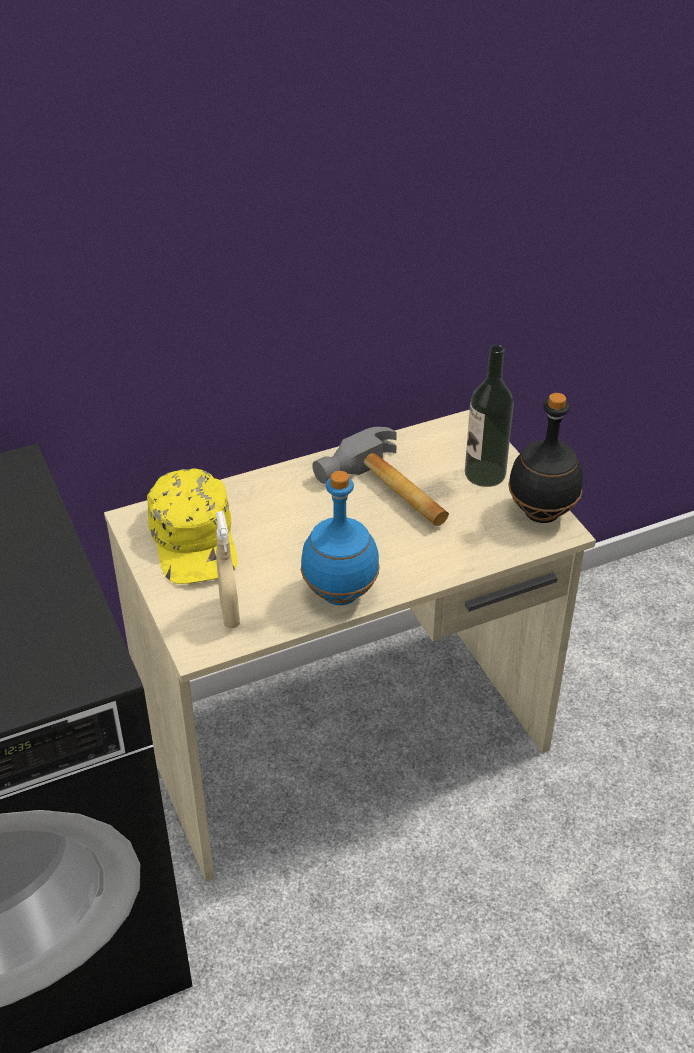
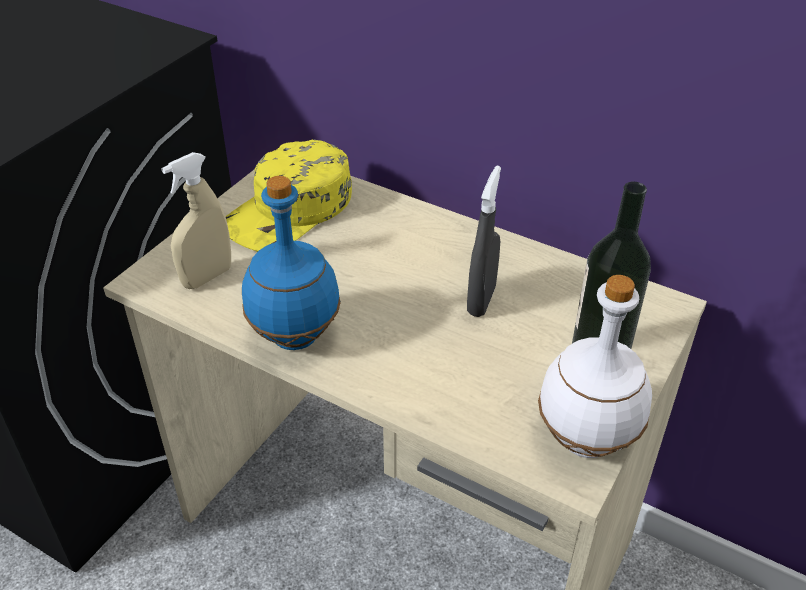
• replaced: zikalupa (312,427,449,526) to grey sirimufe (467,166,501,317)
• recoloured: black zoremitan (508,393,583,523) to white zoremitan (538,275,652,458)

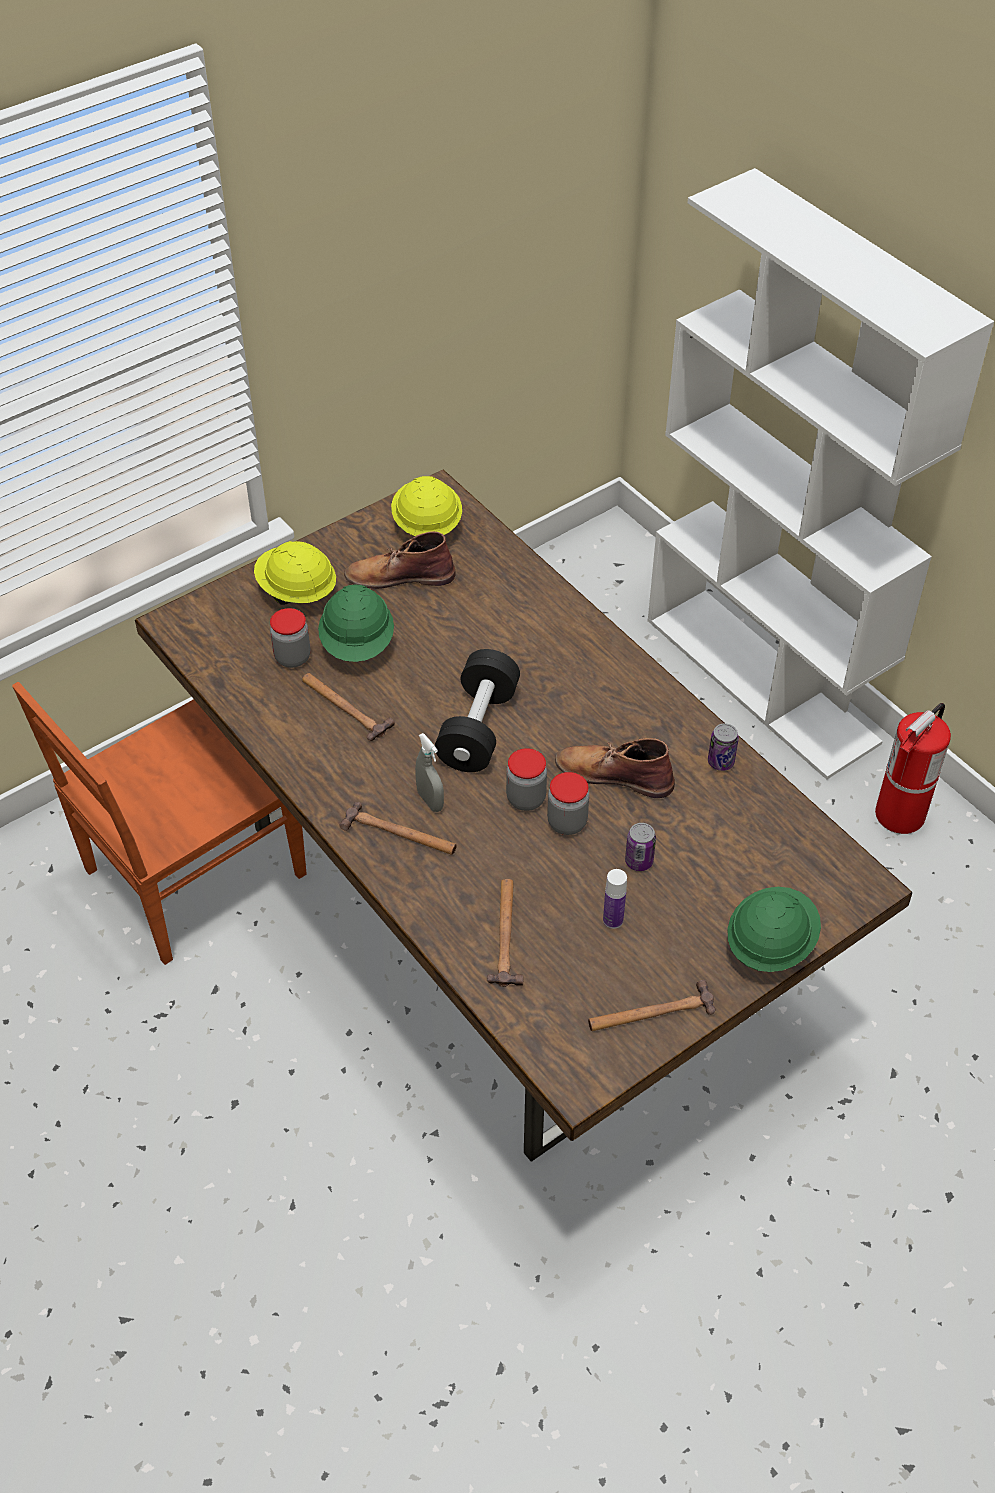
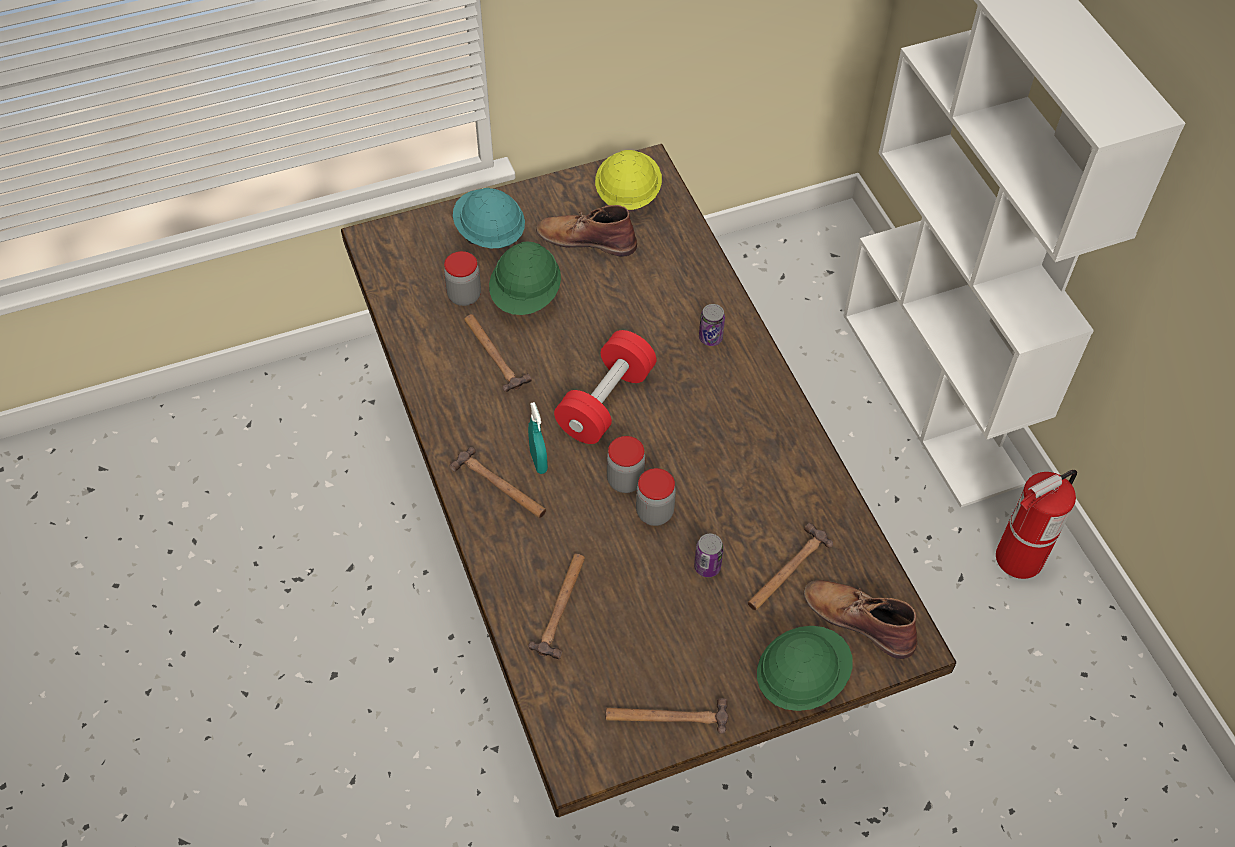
• removed: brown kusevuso (12,682,307,965)
• removed: zoremitan (603,869,627,929)
• added: zikalupa (748,523,833,611)
• moved: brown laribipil (555,738,675,798) to (803,580,918,659)
• moved: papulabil (708,723,739,771) to (699,304,725,346)
• recoloured: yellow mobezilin (254,541,336,605) to turquoise mobezilin (453,188,525,248)
• recoloured: grey sirimufe (415,733,444,812) to turquoise sirimufe (528,402,548,474)
• recoloured: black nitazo (435,649,520,772) to red nitazo (554,330,656,444)

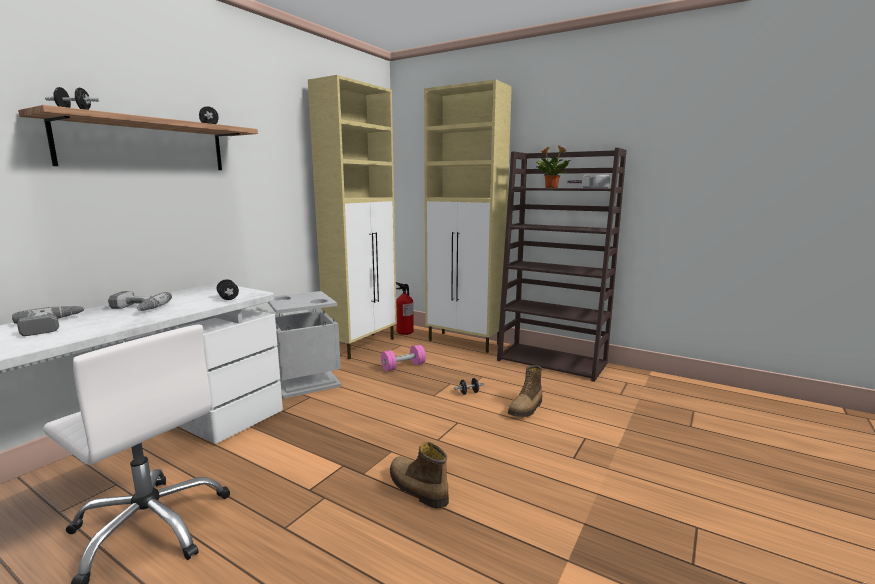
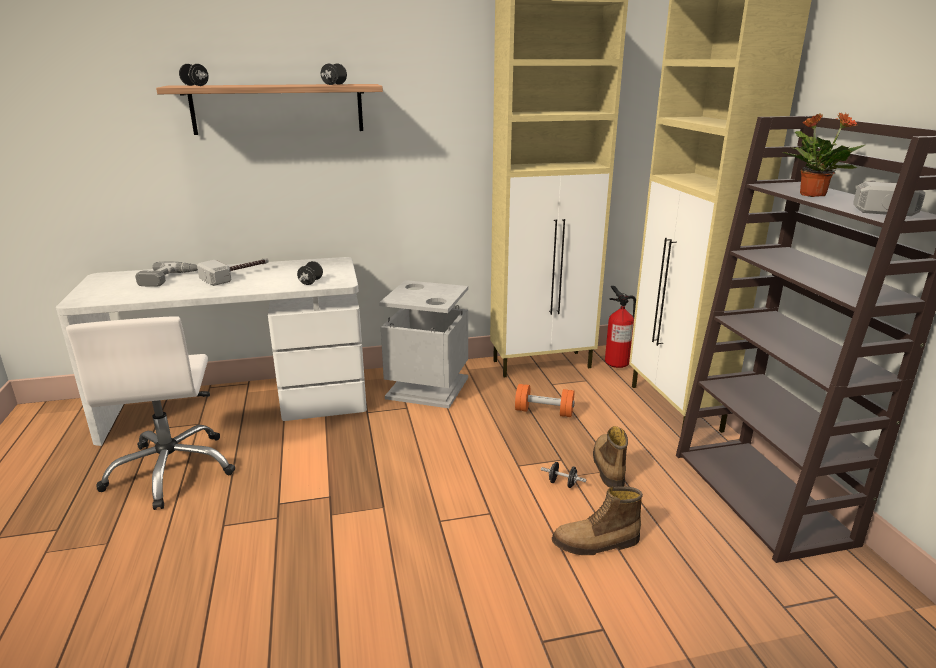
• moved: laribipil (390,442,449,509) to (593,426,628,488)
• replaced: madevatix (108,291,172,311) to zikalupa (197,259,269,286)
• recoloured: pink nitazo (381,345,426,371) to orange nitazo (515,384,575,417)

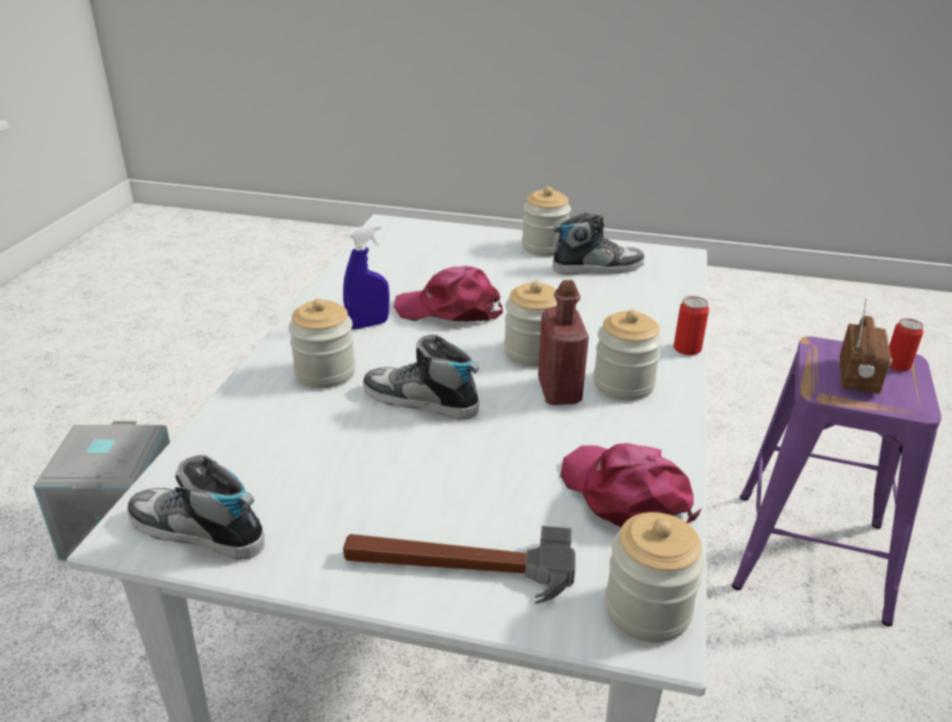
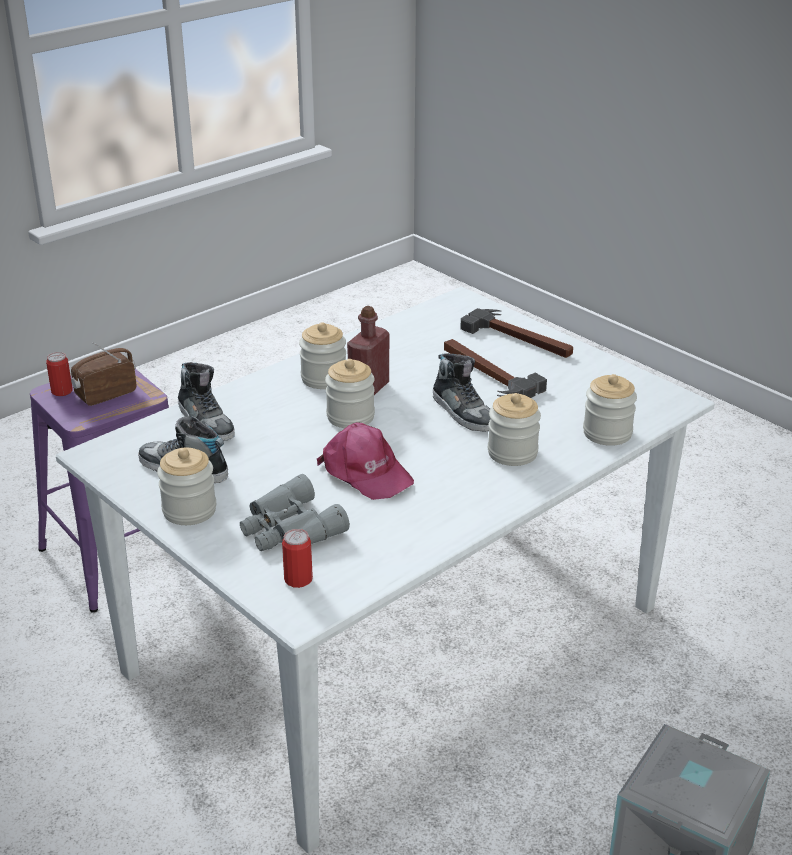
• removed: blue sirimufe (343,224,390,329)
• removed: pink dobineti (560,443,702,527)
• added: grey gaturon (240,474,350,551)
• added: zikalupa (444,339,547,398)
• moved: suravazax (127,455,265,560) to (178,362,235,441)
• moved: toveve (605,512,705,642) to (583,374,637,446)
• moved: papulabil (673,296,709,355) to (282,529,313,588)

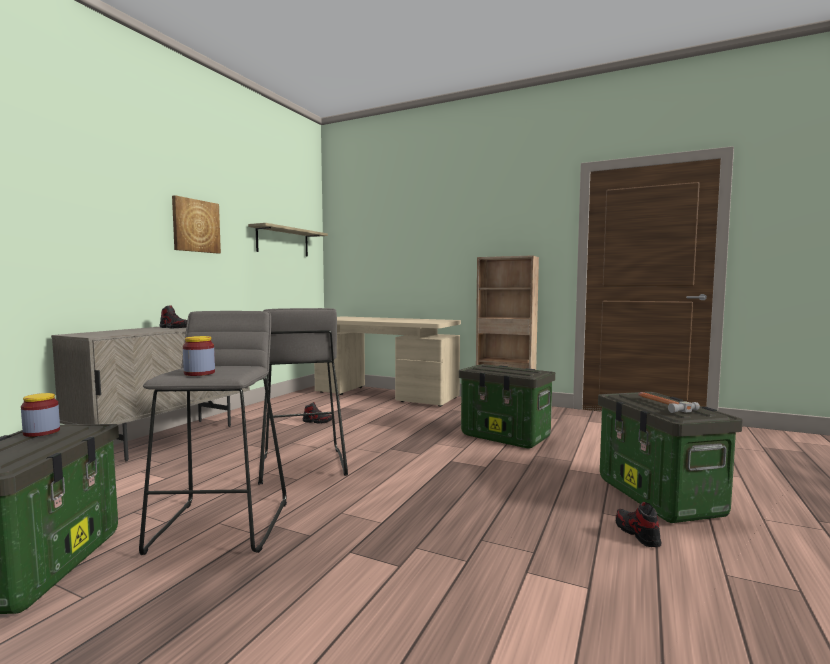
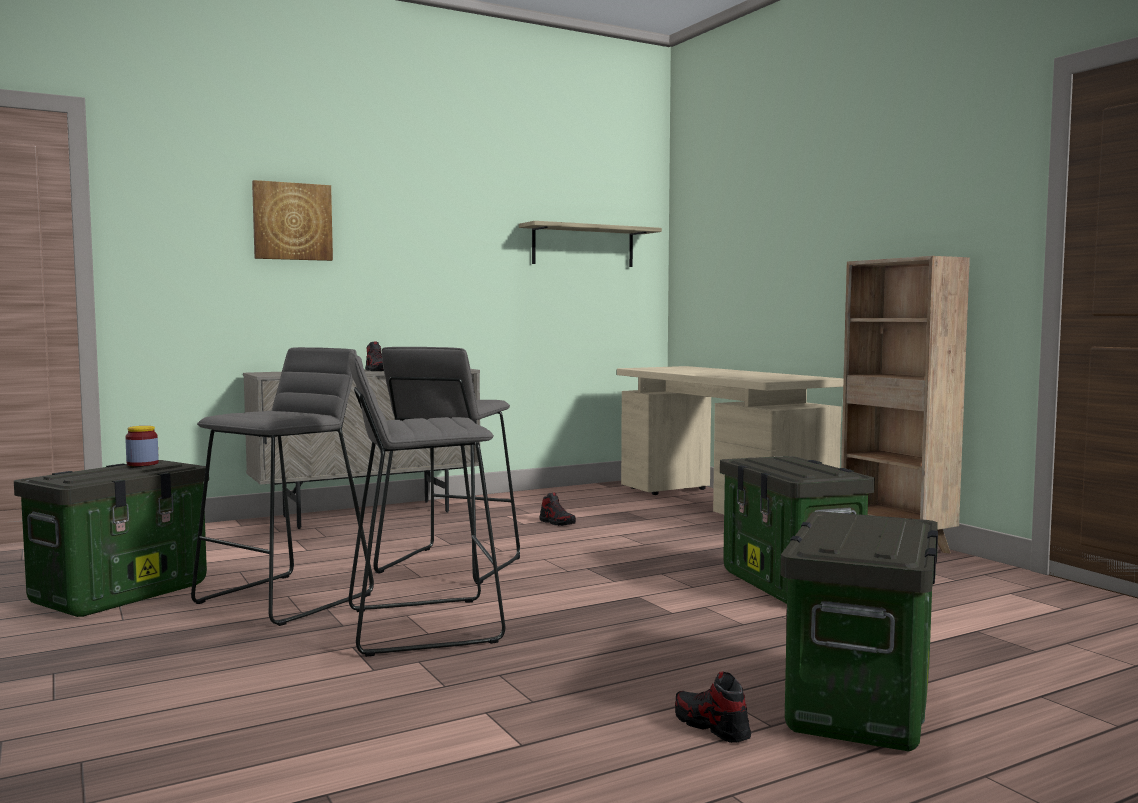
• removed: toveve (183,336,215,376)
• removed: zikalupa (638,392,700,413)
• added: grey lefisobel (348,352,505,657)
• moved: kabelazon (172,195,221,253) to (252,180,333,261)
• turned: suravazax (616,502,662,547) = (675,672,751,743) 60 degrees counterclockwise

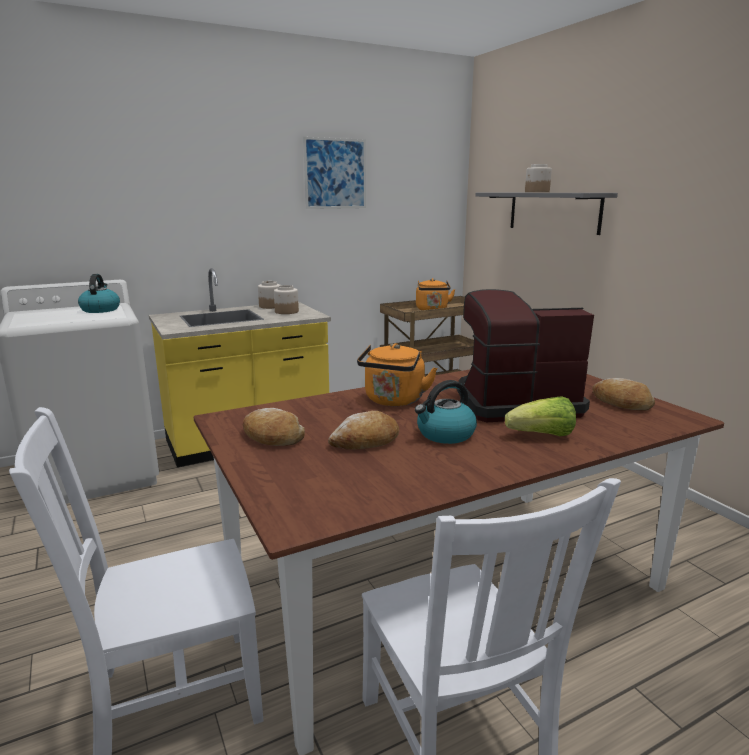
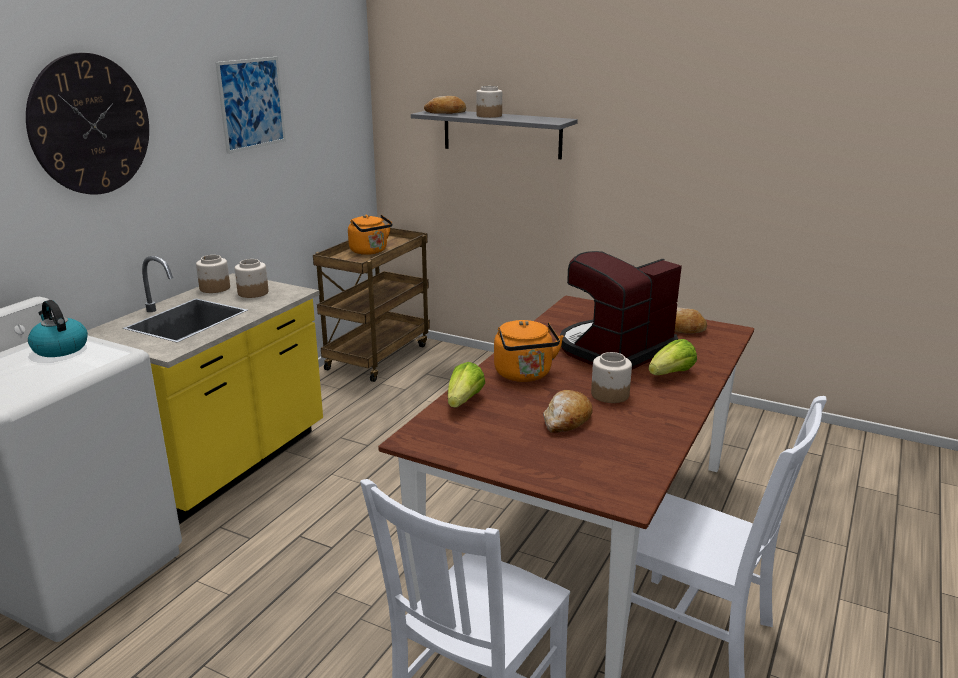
• added: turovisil (26,53,149,195)
• added: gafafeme (448,362,485,408)
• moved: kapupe (243,408,305,446) to (424,96,466,114)
• replaced: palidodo (415,380,477,444) to toveve (591,352,632,403)

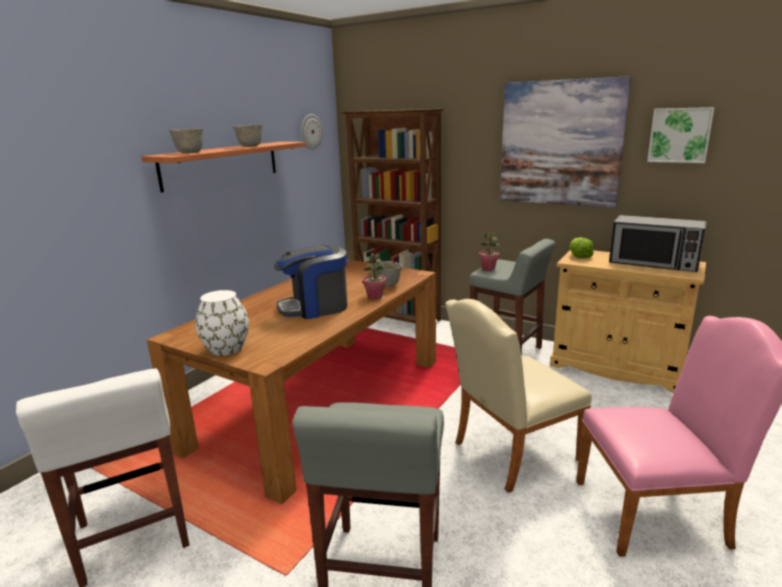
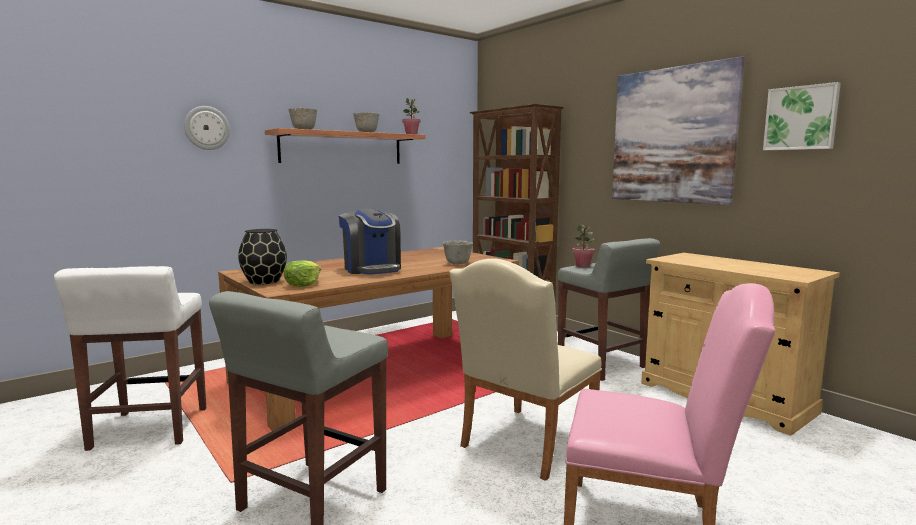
• removed: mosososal (609,215,707,272)
• moved: turovisil (301,114,323,150) to (184,106,230,150)
• moved: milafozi (362,253,386,299) to (402,98,421,134)
• moved: gafafeme (570,237,594,258) to (284,260,321,287)
• recoloured: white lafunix (195,290,249,356) to black lafunix (238,229,287,285)
• turned: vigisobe (274,245,348,319) = (338,209,401,275) 120 degrees counterclockwise
• turned: beige kusevuso (445,299,592,493) = (449,259,602,481) 45 degrees counterclockwise

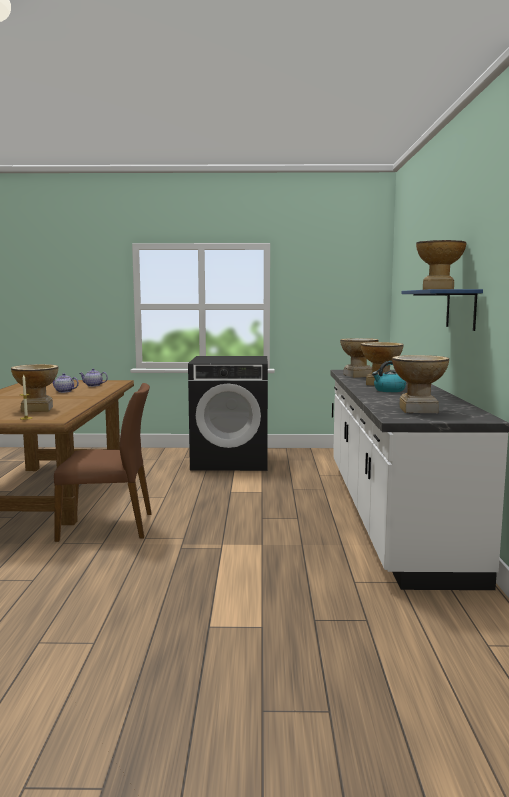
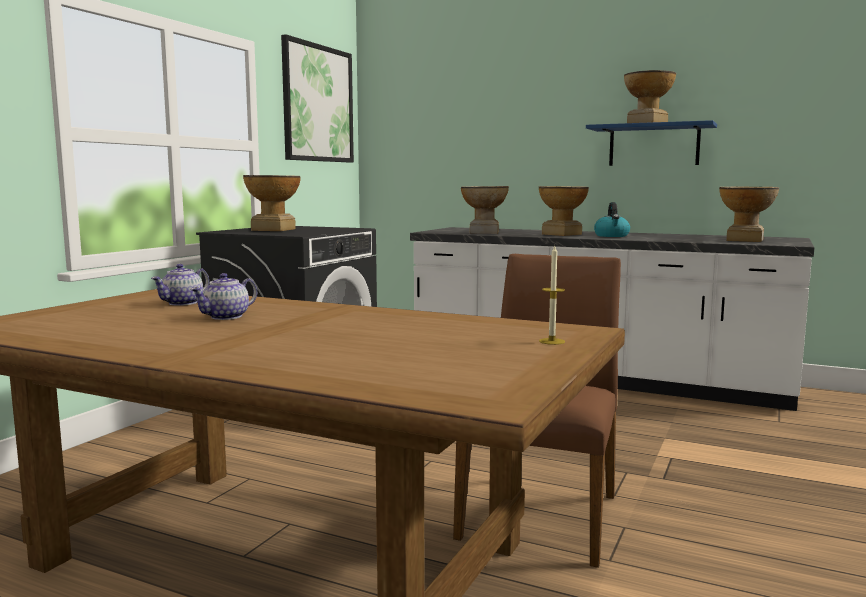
• added: kabelazon (281,34,354,163)
• moved: lafunix (11,364,58,412) to (243,175,300,231)

